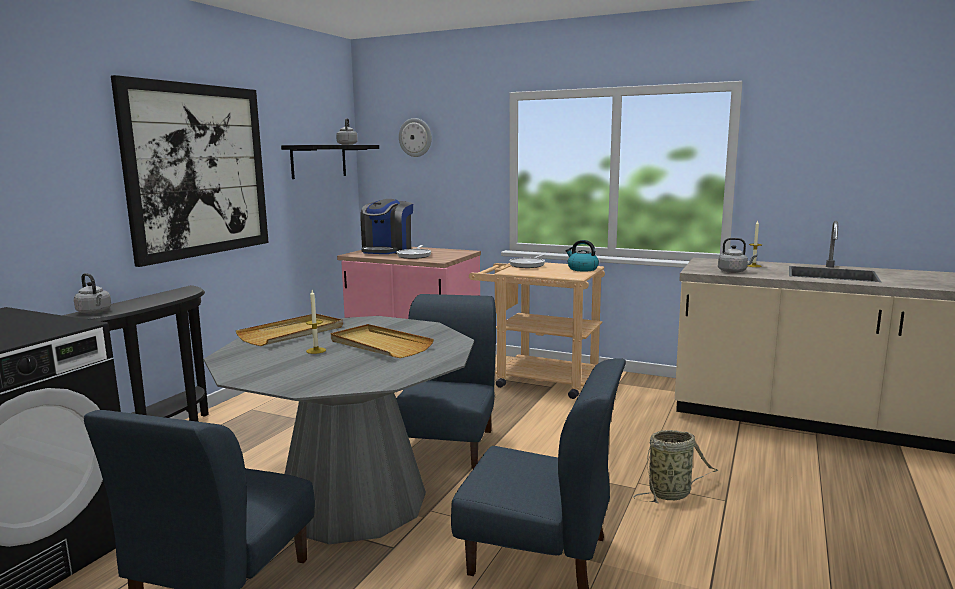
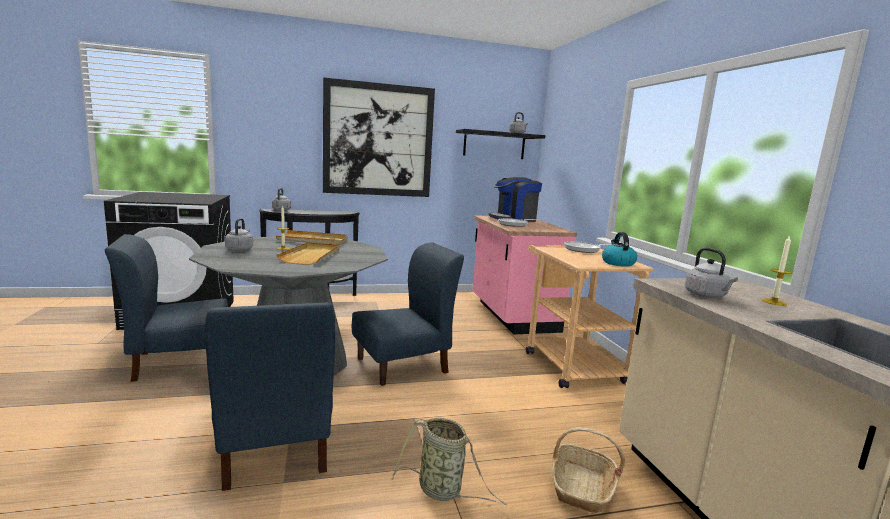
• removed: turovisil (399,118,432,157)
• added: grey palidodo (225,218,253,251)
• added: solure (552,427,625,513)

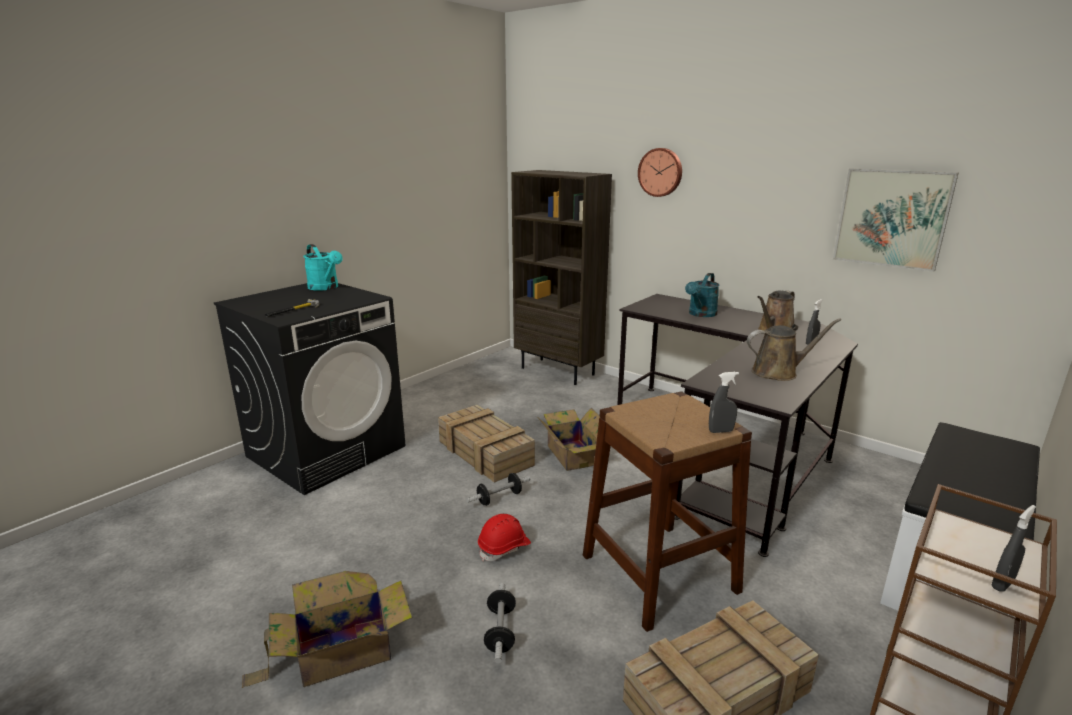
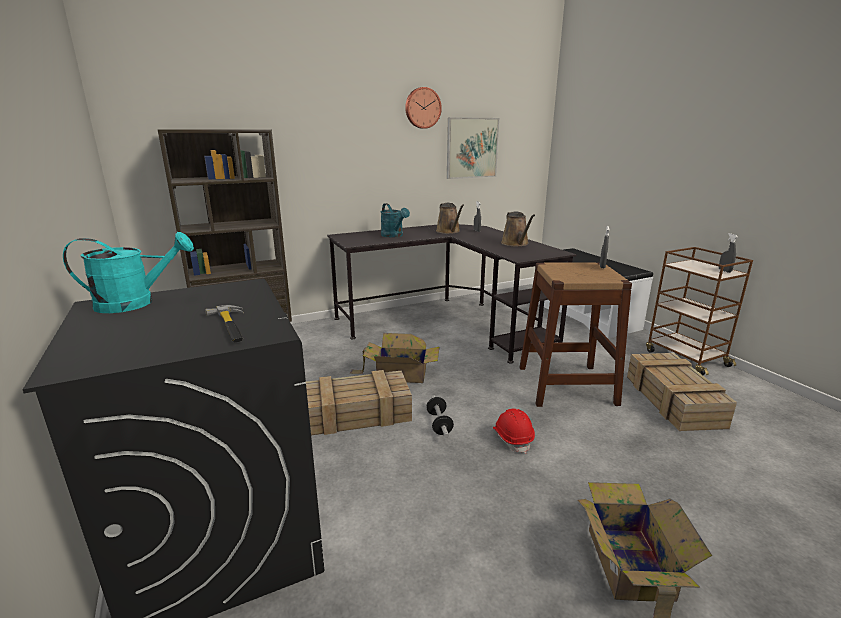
• removed: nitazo (484,583,516,663)
• moved: turovisil (638,148,682,197) to (405,87,442,129)
• turned: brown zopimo (747,318,841,381) = (501,211,535,247) 150 degrees clockwise

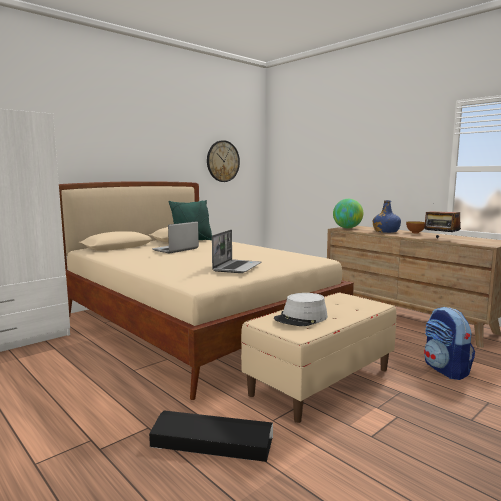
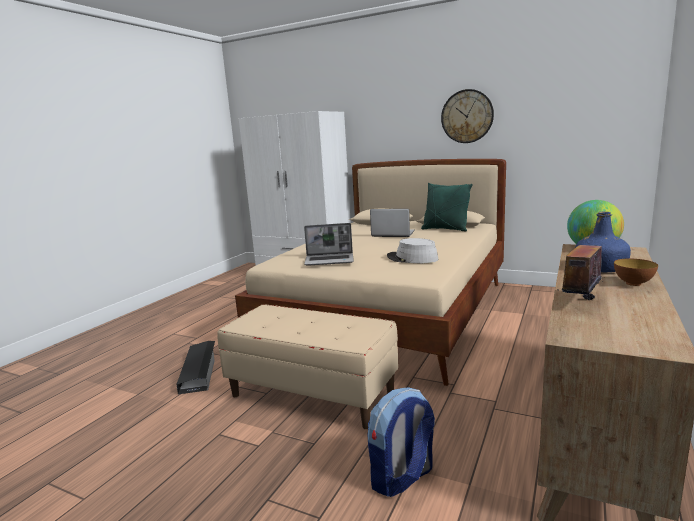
• moved: turovisil (207,140,240,182) to (441,89,494,143)
• moved: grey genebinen (274,293,328,326) to (387,238,439,263)

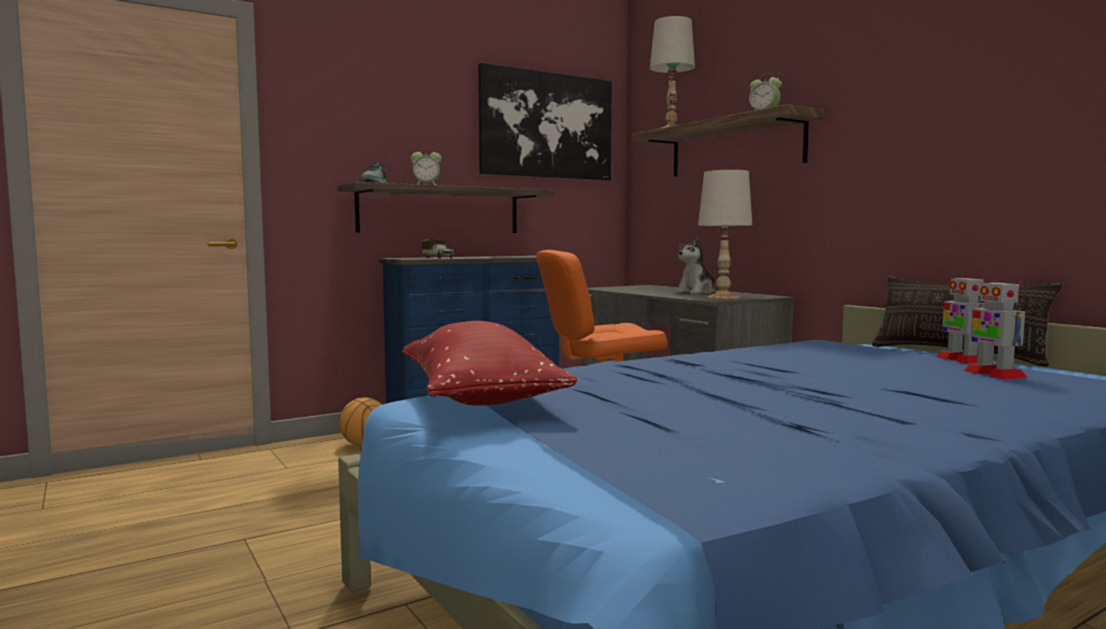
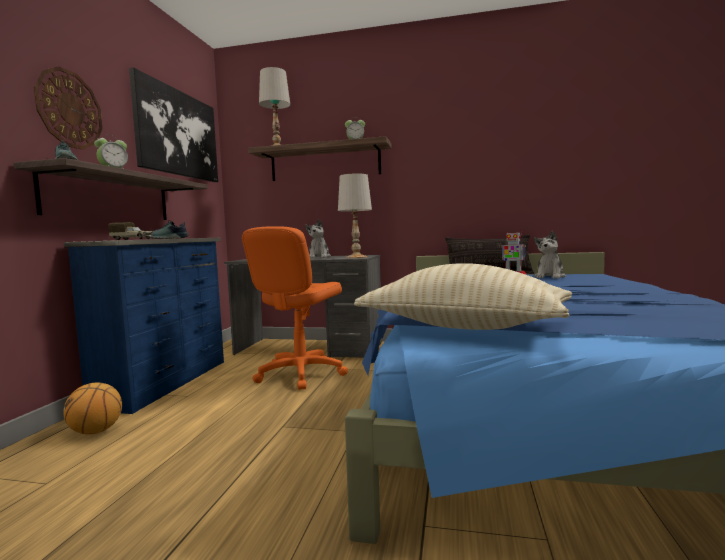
• added: turovisil (34,66,103,150)
• added: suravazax (150,220,189,239)
• replaced: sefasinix (964,280,1027,380) to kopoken (534,231,566,279)
• recoloured: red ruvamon (402,321,577,405) to beige ruvamon (354,263,572,330)

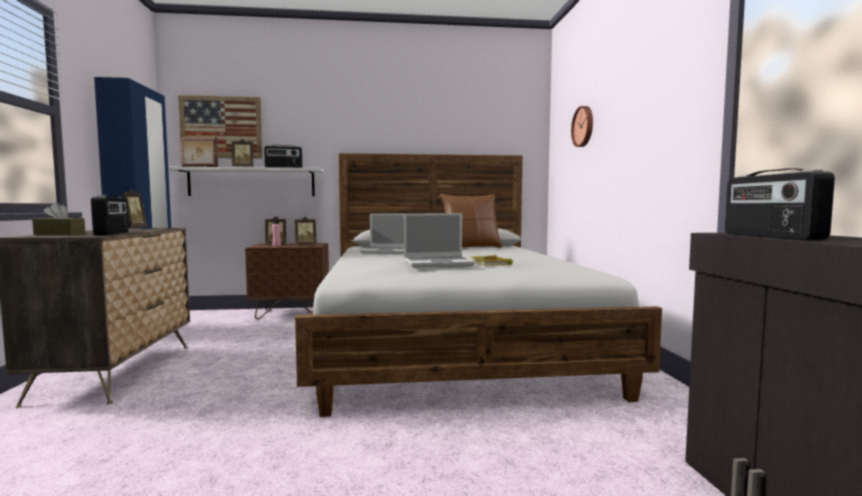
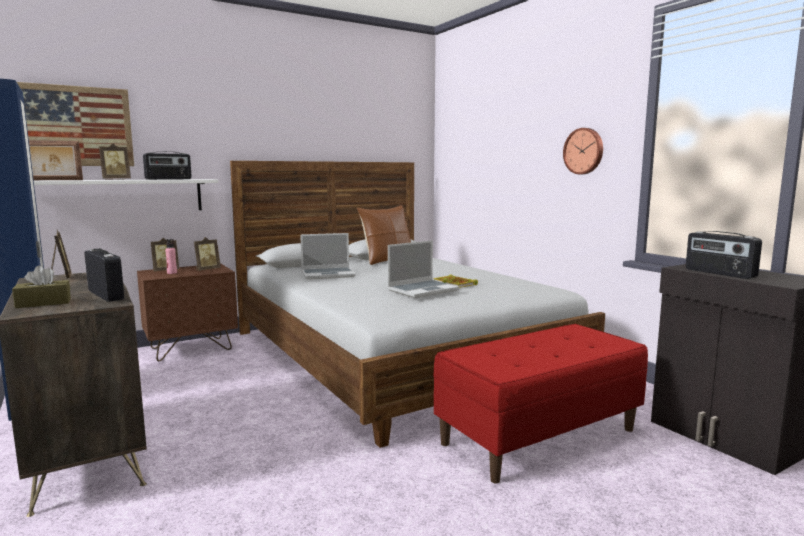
• added: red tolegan (433,324,648,484)
• moved: turovisil (571,106,593,147) to (563,128,603,174)

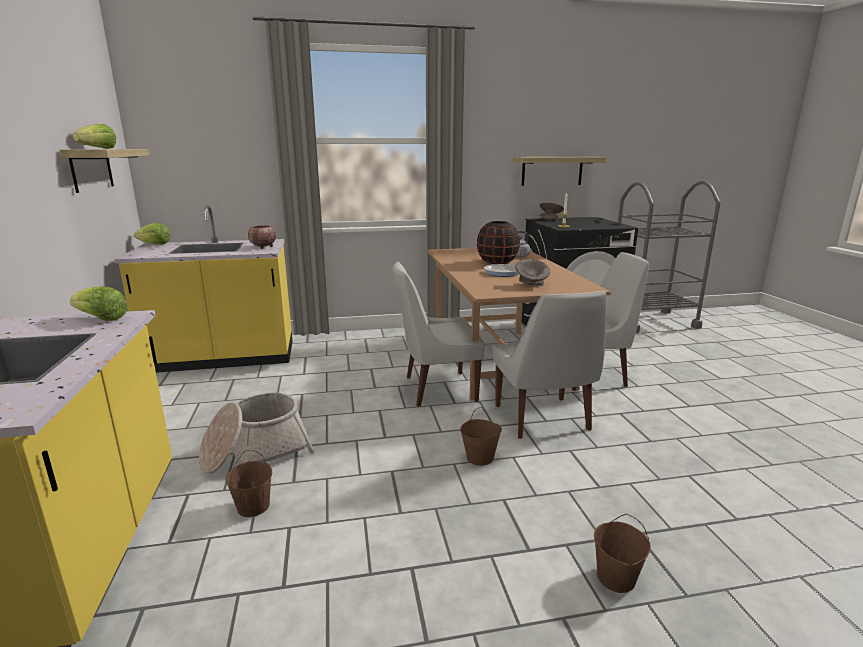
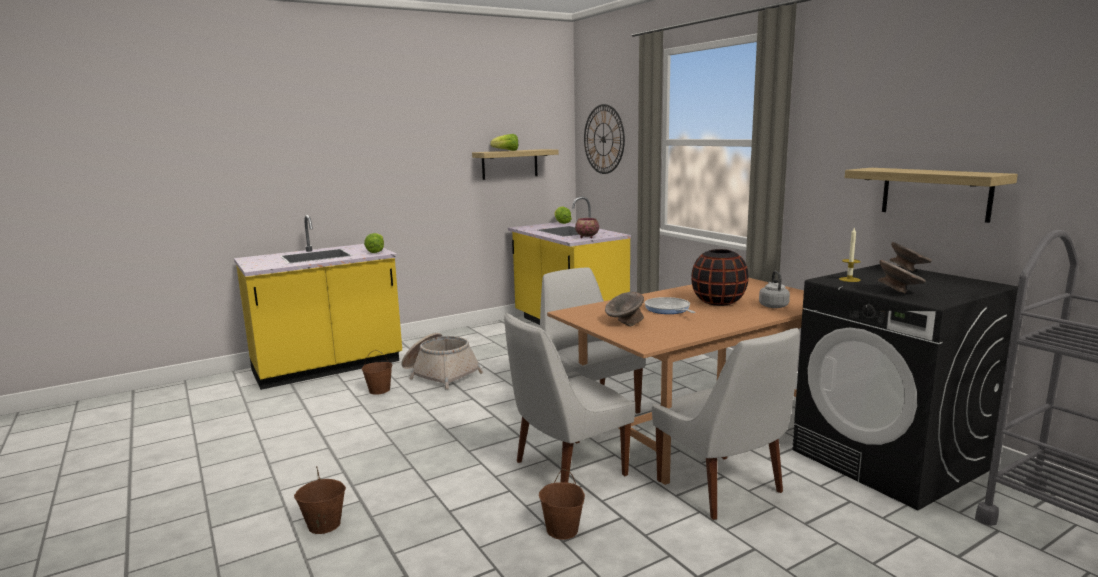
• added: turovisil (584,104,625,174)
• added: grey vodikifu (878,260,926,293)
• moved: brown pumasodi (460,407,502,466) to (539,469,585,540)

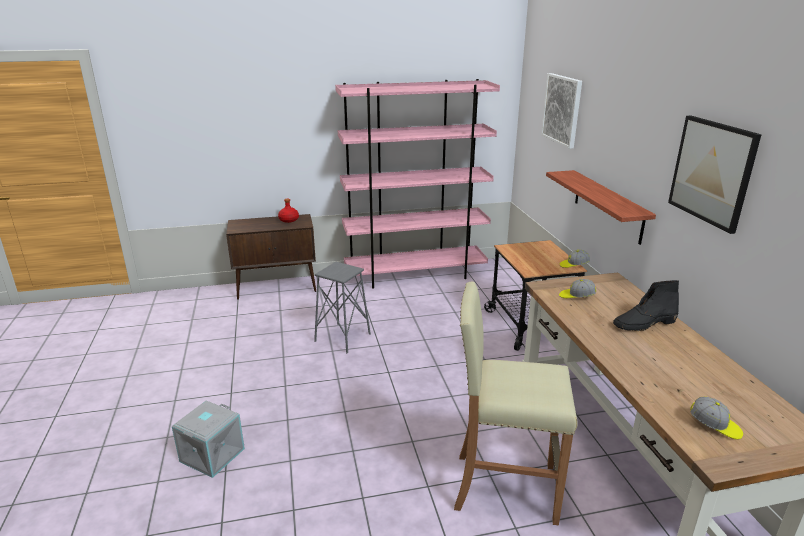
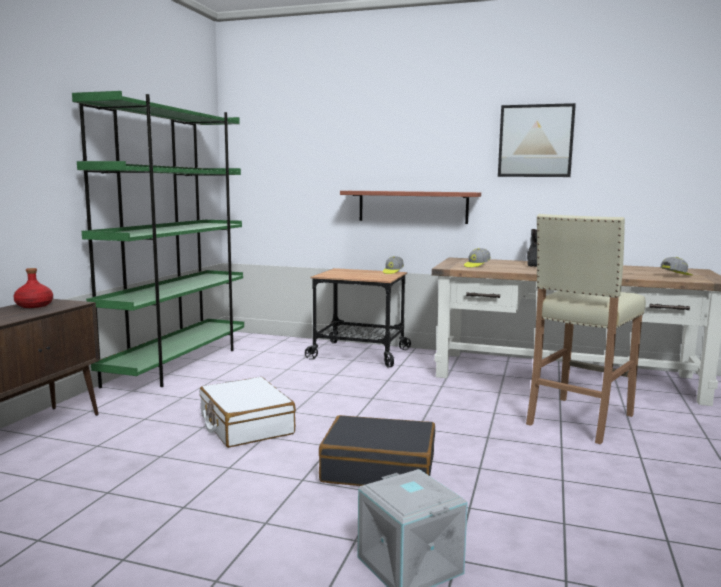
• removed: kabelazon (541,73,582,149)
• added: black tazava (319,415,435,486)
• replaced: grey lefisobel (314,262,371,354) to white tazava (199,377,296,448)
• recoloured: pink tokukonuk (335,79,500,289) to green tokukonuk (72,91,244,388)

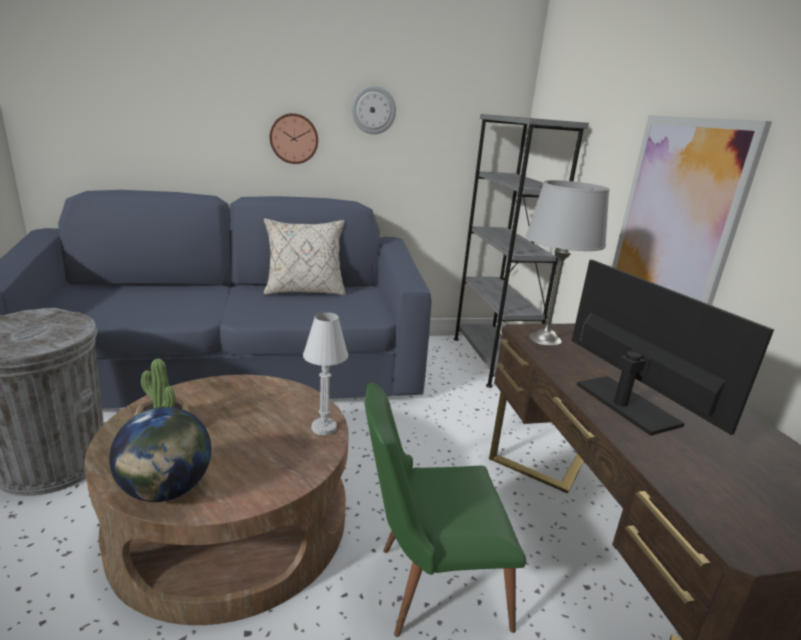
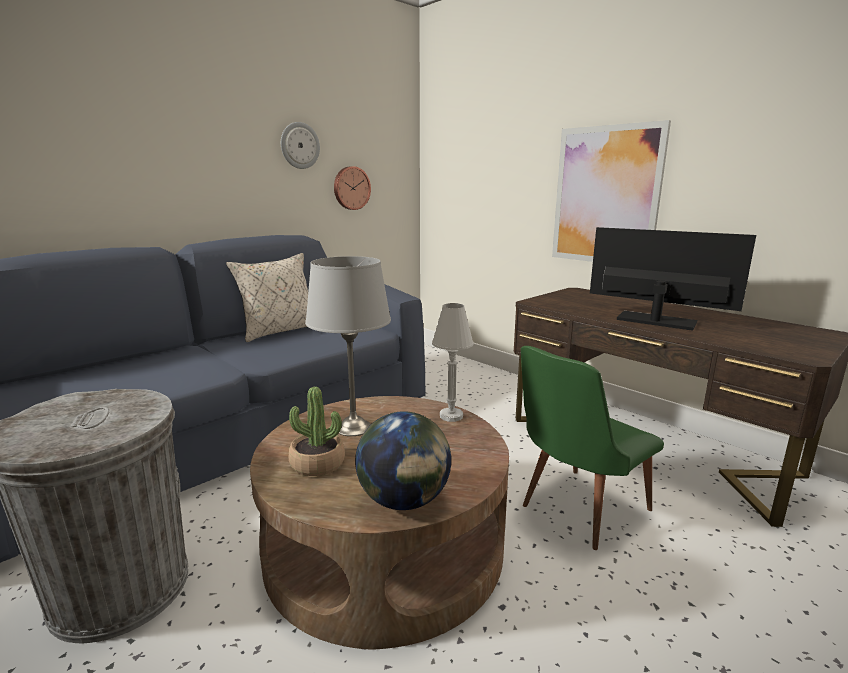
• removed: grey tokukonuk (453,114,589,388)
• moved: turovisil (270,113,318,164) to (334,166,371,210)
• moved: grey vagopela (526,180,610,346) to (305,256,391,436)

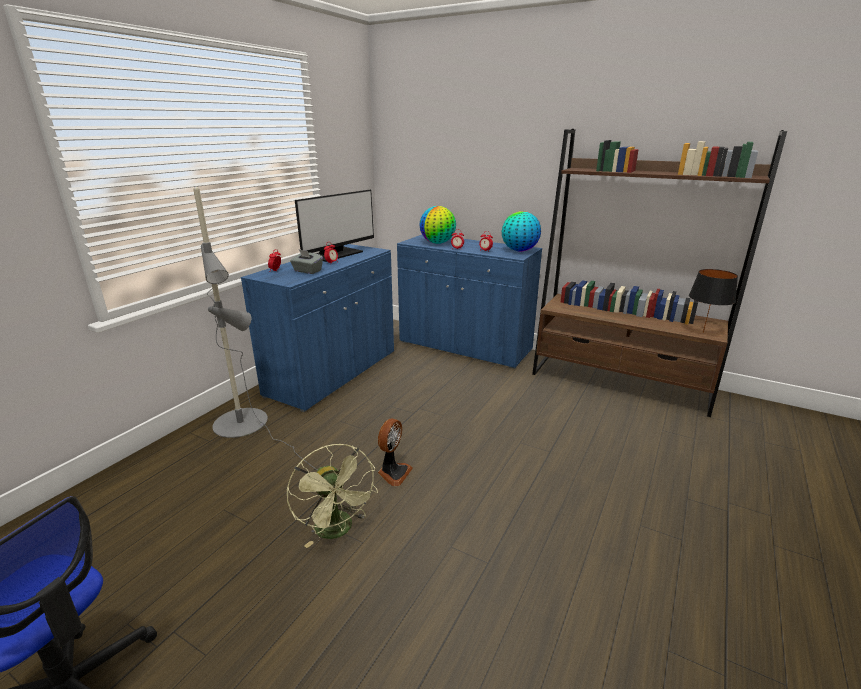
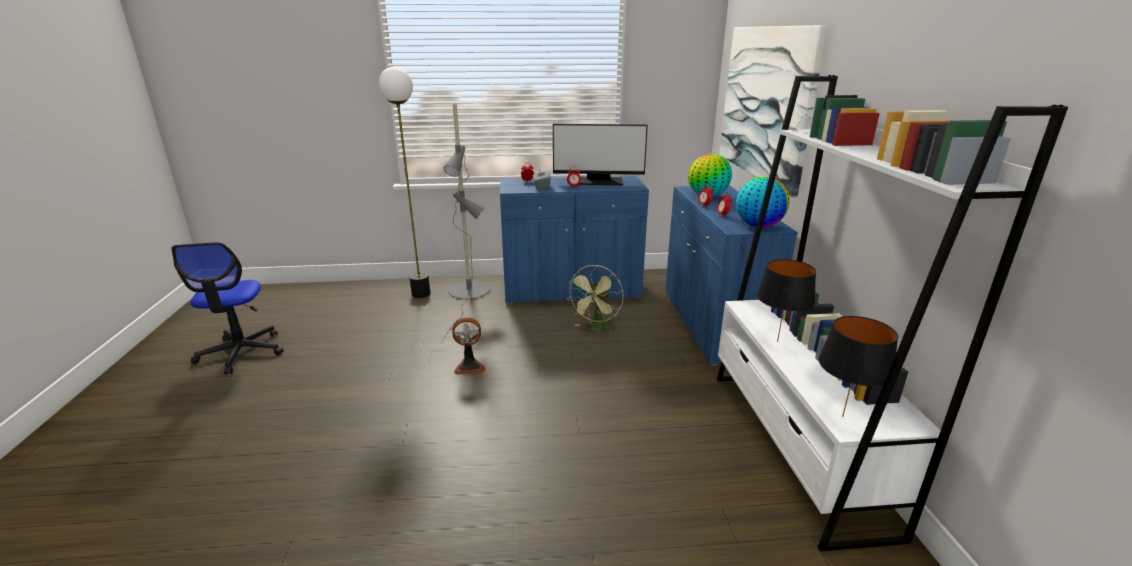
• added: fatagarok (379,67,431,298)
• added: kabelazon (719,25,828,197)
• added: black vagopela (757,259,816,342)
• moved: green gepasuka (287,444,378,548) to (566,265,623,332)
• recoloured: brown tokukonuk (532,129,787,417) to white tokukonuk (717,75,1068,551)

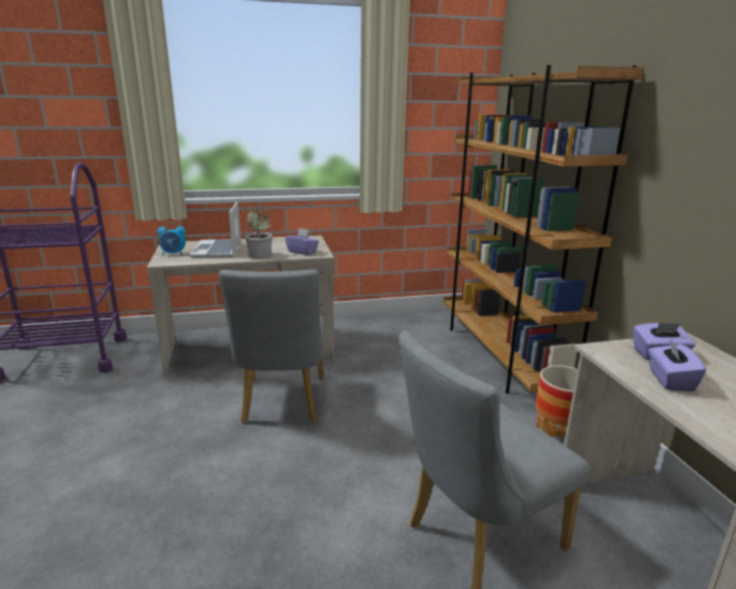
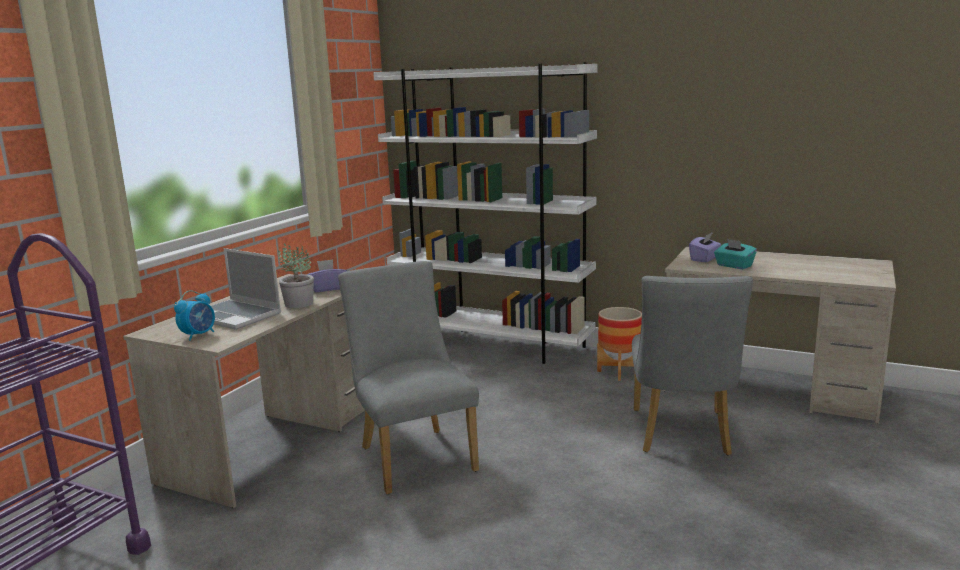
• recoloured: brown tokukonuk (443,65,644,394) to white tokukonuk (373,62,598,364)
• recoloured: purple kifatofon (648,339,706,392) to turquoise kifatofon (714,239,757,269)
• turned: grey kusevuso (218,269,325,424) = (338,261,479,494) 150 degrees counterclockwise

